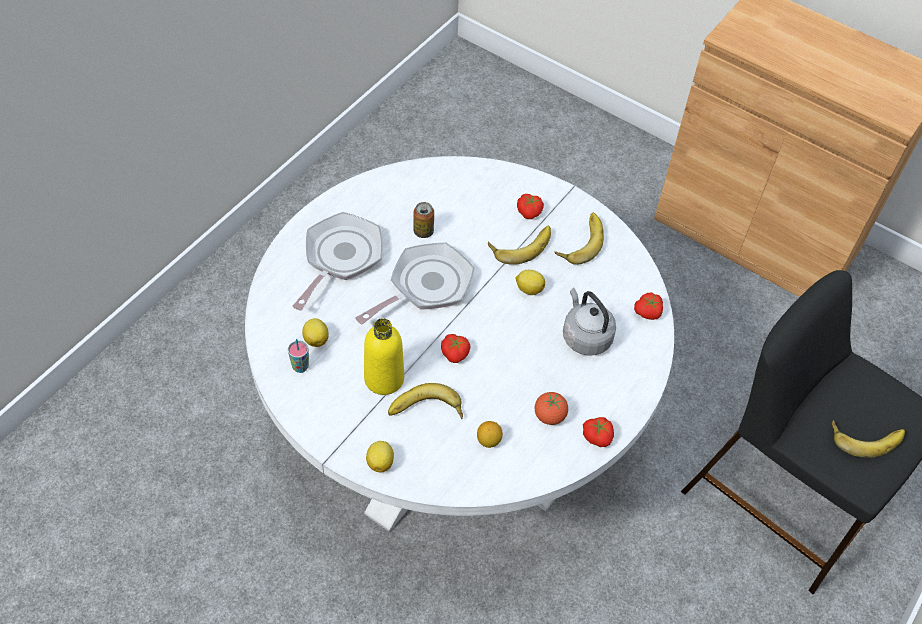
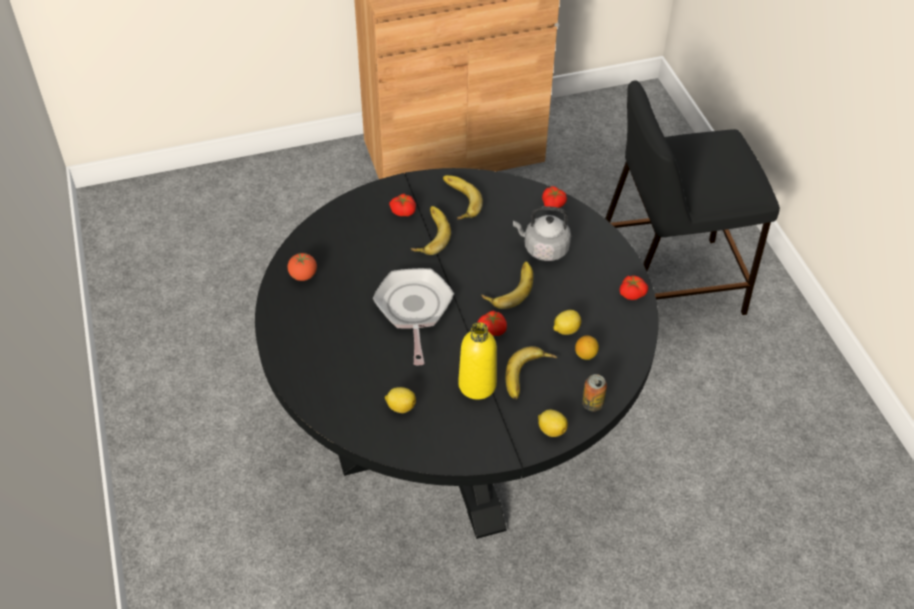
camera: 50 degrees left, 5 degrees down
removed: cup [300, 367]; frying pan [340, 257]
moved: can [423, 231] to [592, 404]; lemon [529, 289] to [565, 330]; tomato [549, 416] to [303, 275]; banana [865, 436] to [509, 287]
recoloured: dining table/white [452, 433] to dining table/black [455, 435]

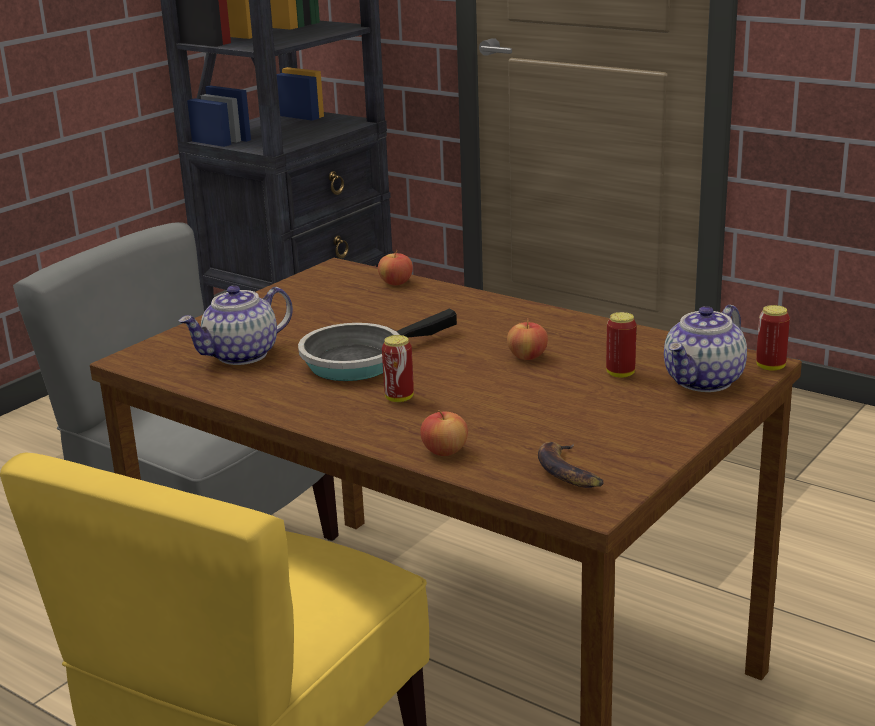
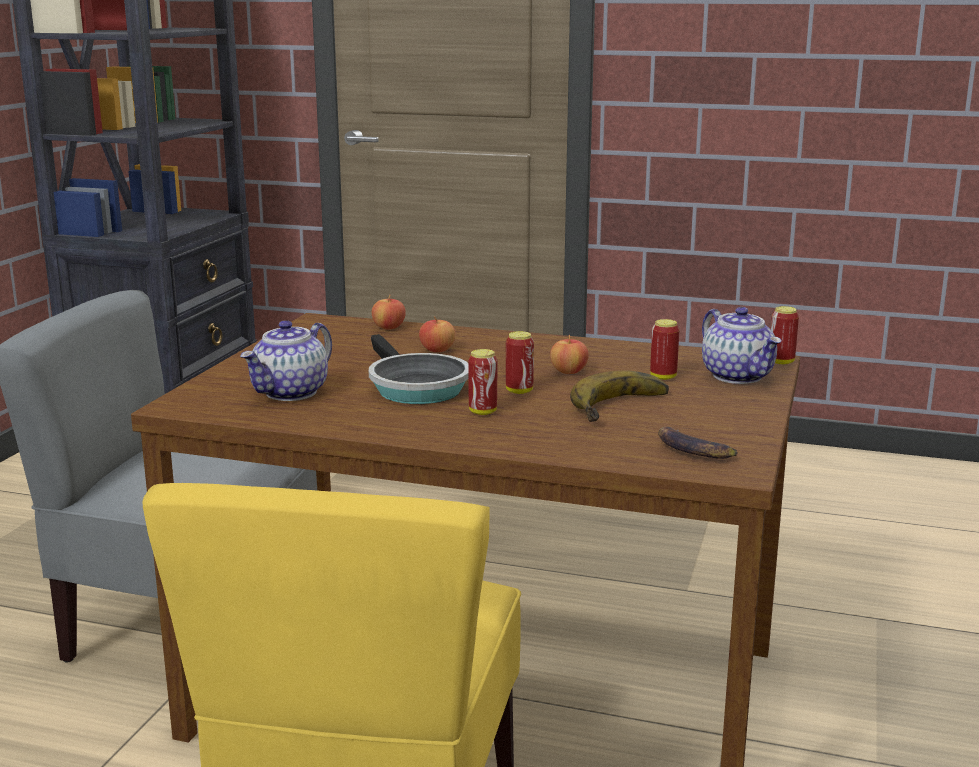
camera: 20 degrees left, 5 degrees down
added: can [519, 391]; banana [625, 408]
moved: apple [444, 451] to [437, 350]
turned: frying pan [359, 360] = [414, 387] 60 degrees counterclockwise; teapot [704, 381] = [738, 376] 45 degrees counterclockwise

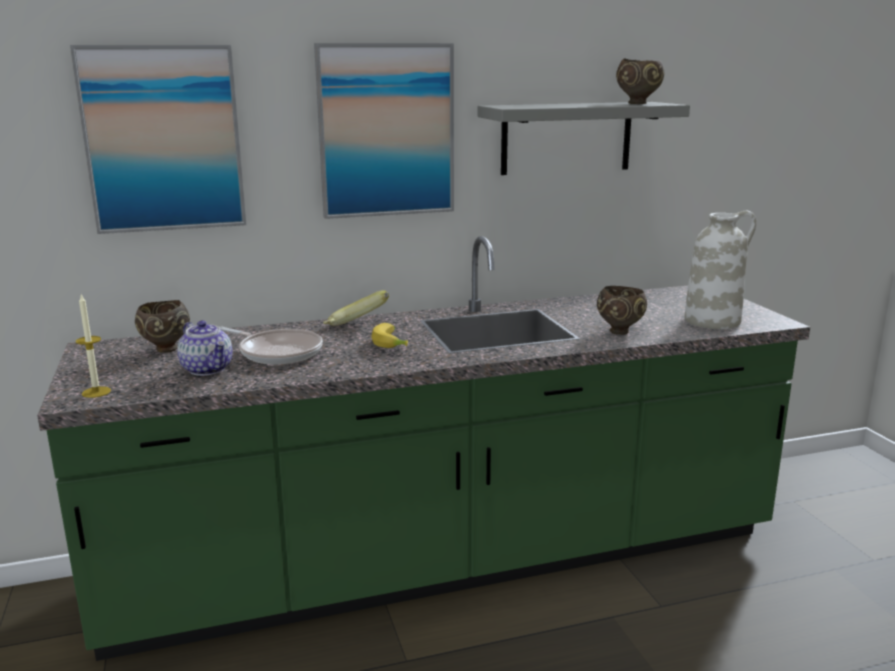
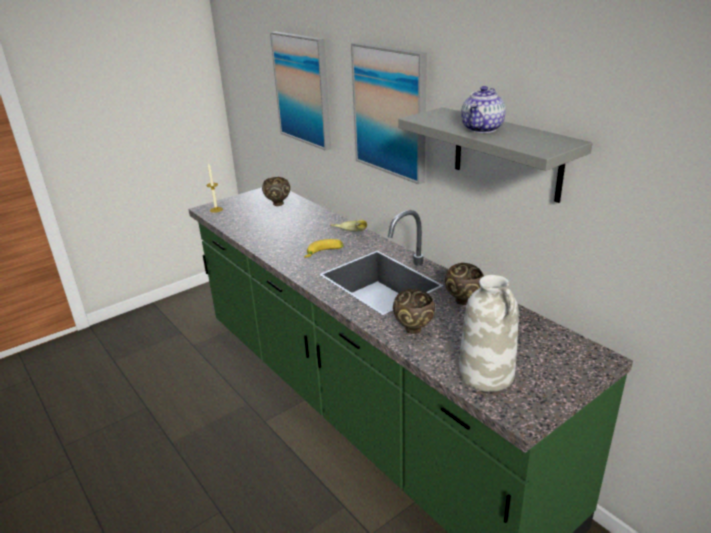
camera: 70 degrees right, 10 degrees up
removed: frying pan [277, 352]
moved: teapot [208, 369] to [482, 129]; bowl/brown [639, 103] to [463, 301]

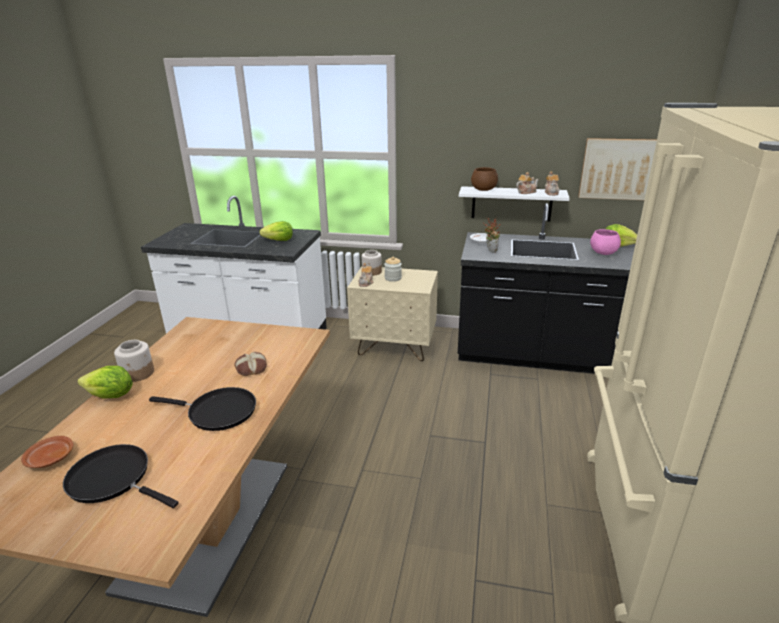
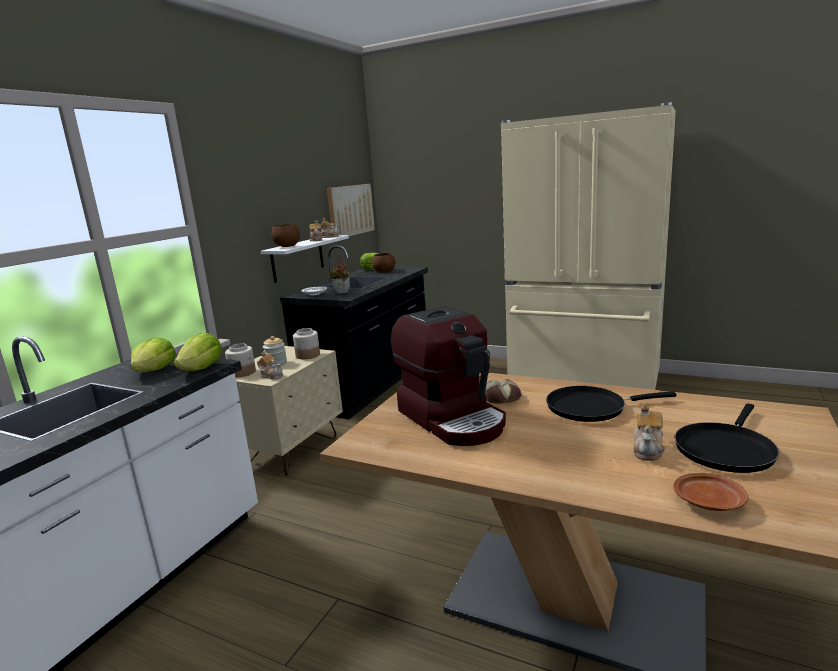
camera: 75 degrees left, 10 degrees down
added: coffee machine [453, 419]; teapot [648, 449]
moved: lettuce [111, 396] to [203, 368]; jar [138, 373] to [308, 355]
recoloured: bowl/pink [603, 253] to bowl/brown [384, 272]
turned: frying pan/black [218, 412] = [591, 408] 120 degrees counterclockwise

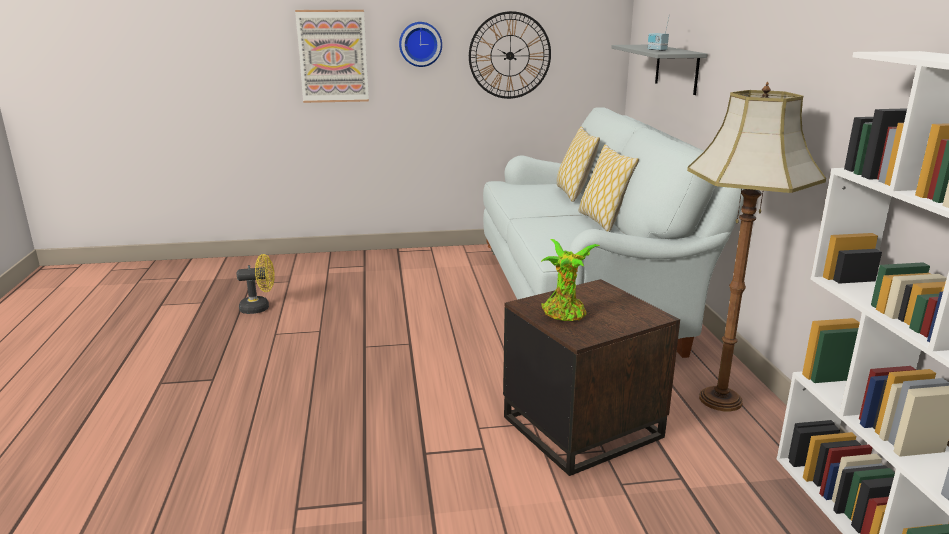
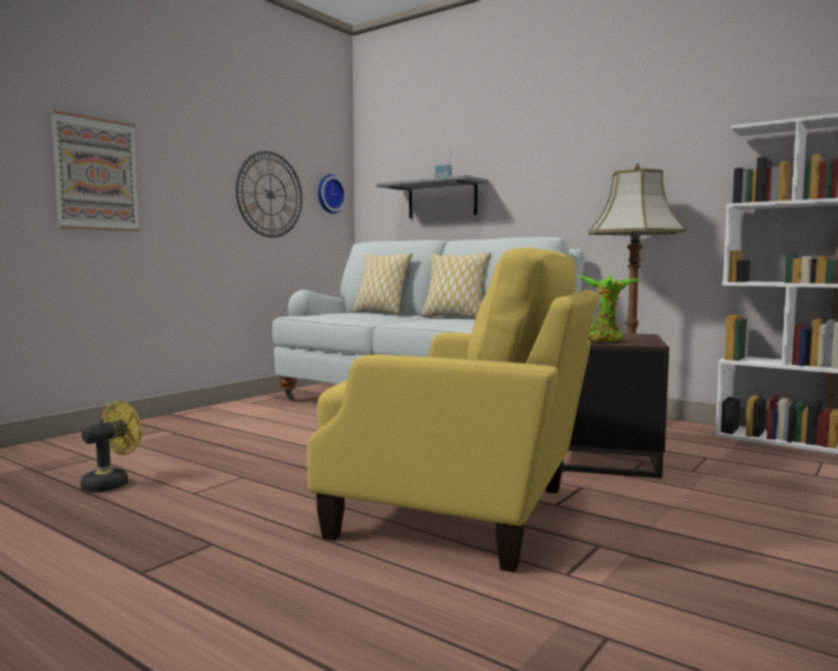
camera: 45 degrees left, 15 degrees down
added: armchair/yellow [461, 513]
moved: wall clock [420, 44] to [329, 194]

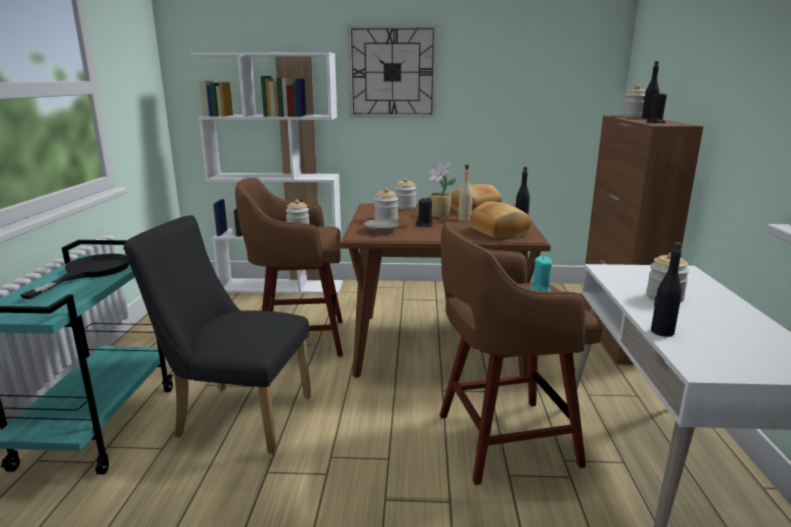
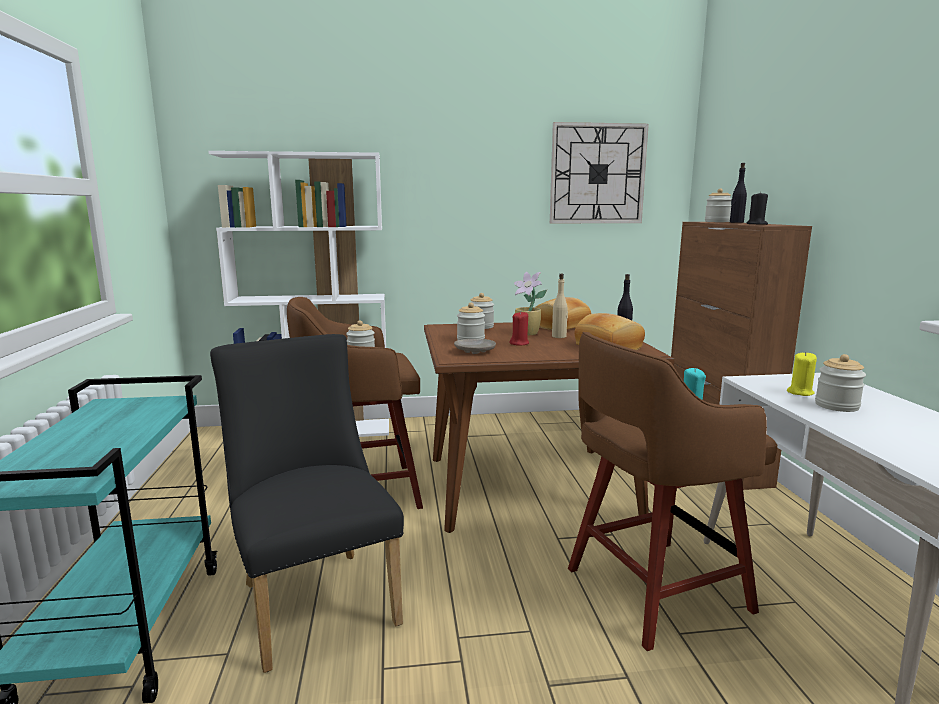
camera: 10 degrees left, 5 degrees down
removed: frying pan/black [90, 272]; bottle/black [661, 332]
added: candle/yellow [800, 392]
moved: wall clock [392, 72] to [597, 174]
recoloured: candle/black [425, 225] to candle/red [519, 343]
turned: chair/black [236, 416] = [314, 597] 60 degrees clockwise

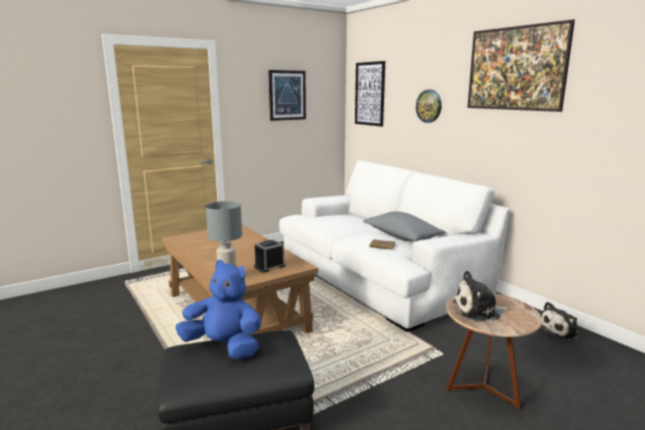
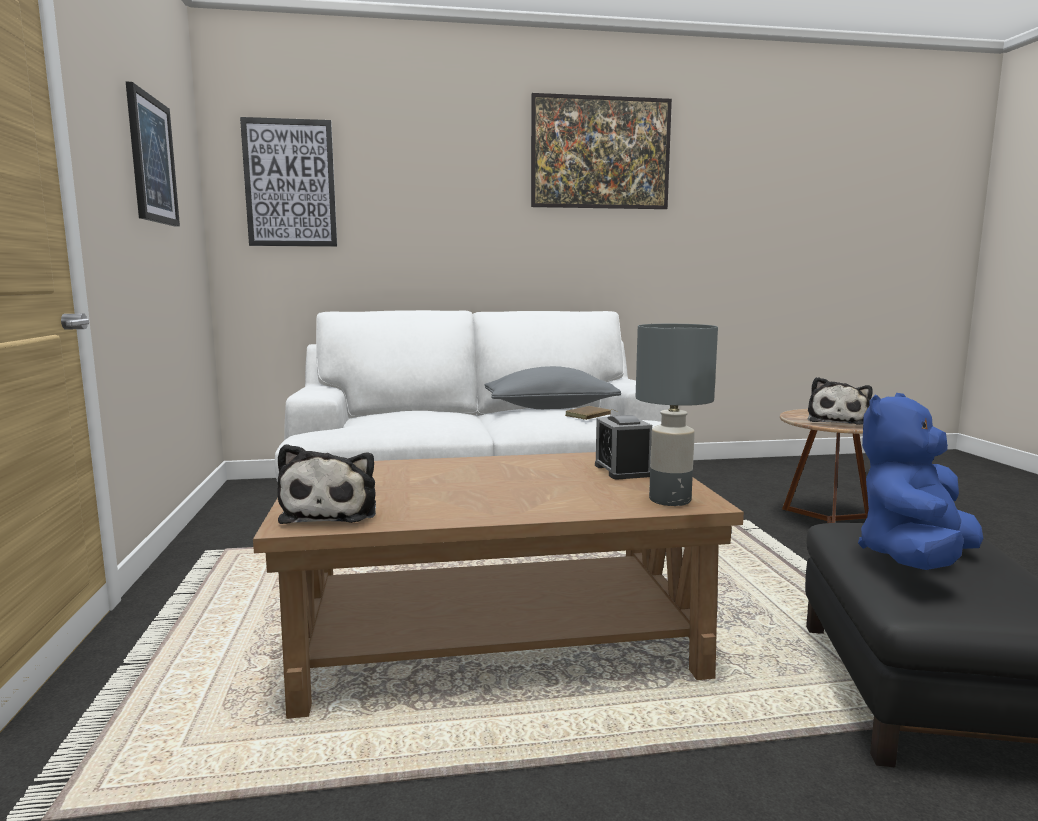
camera: 65 degrees left, 5 degrees down
removed: wall clock [429, 106]
moved: plush toy [561, 331] to [332, 512]

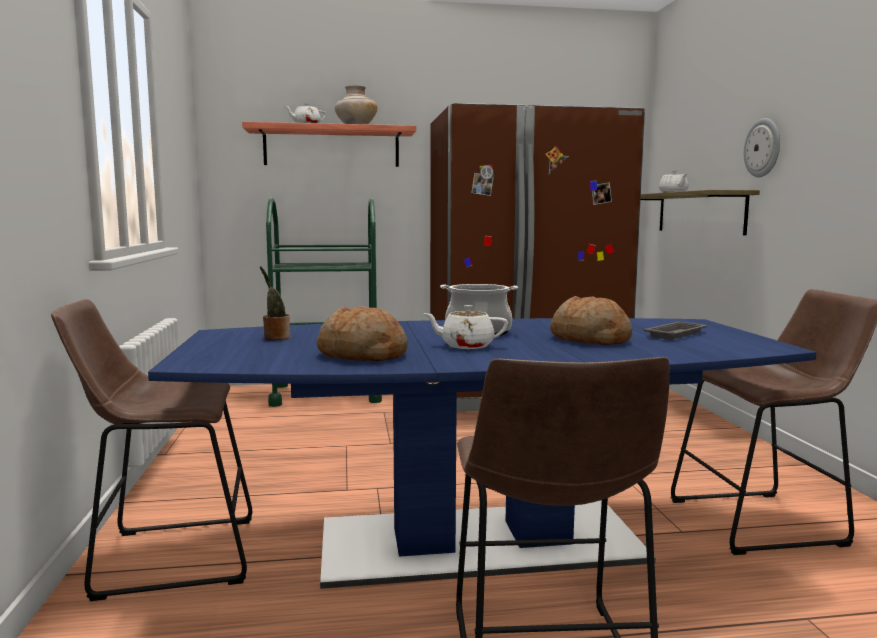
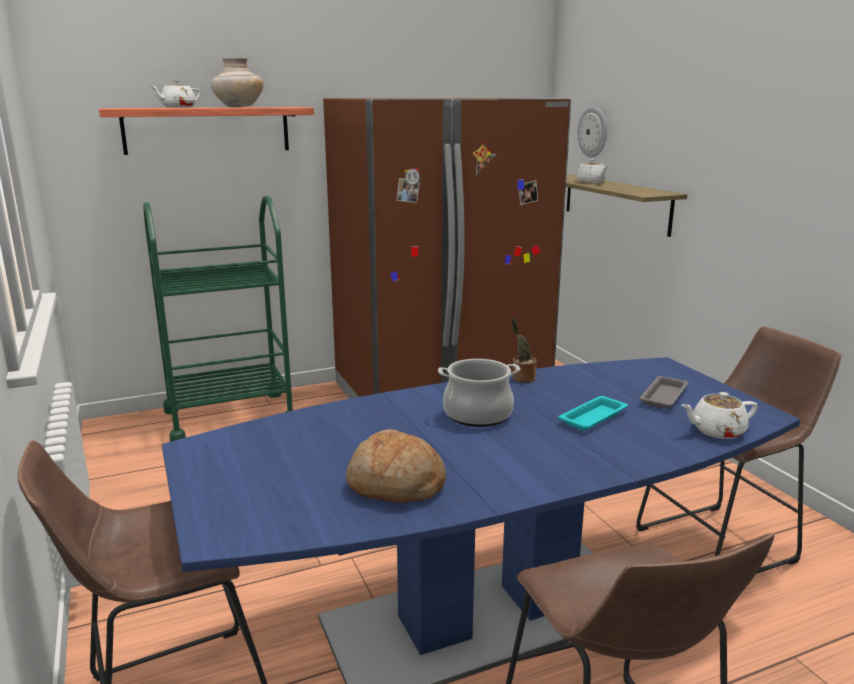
camera: 15 degrees left, 10 degrees up
moved: potted plant [275, 337] to [522, 378]; teapot/white [466, 346] to [716, 431]; wall clock [763, 148] to [593, 132]
replaced: bread [589, 339] to tray/turquoise [594, 417]

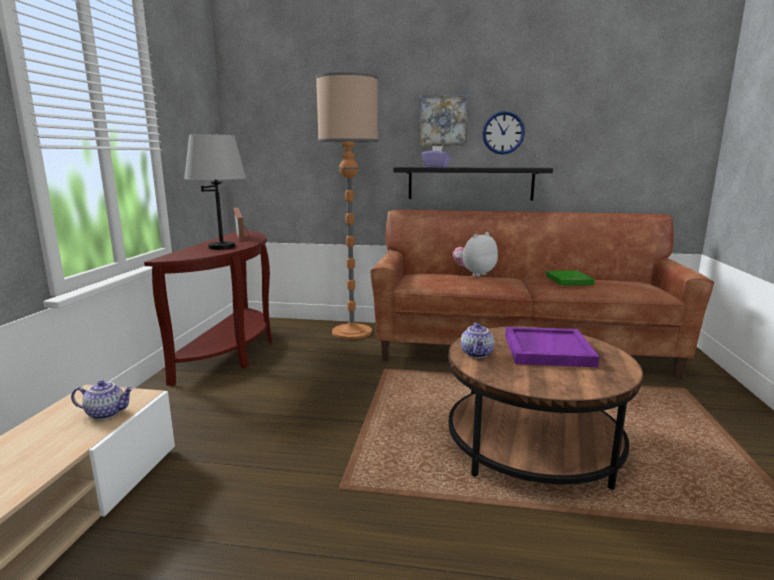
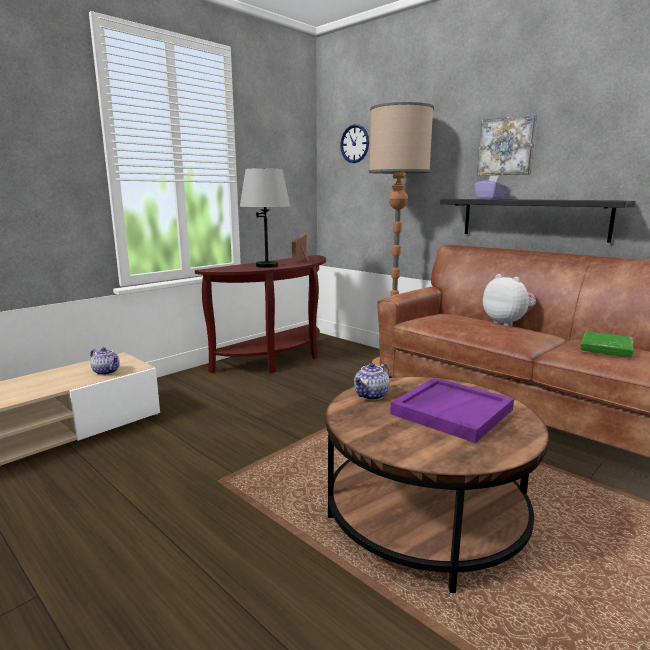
camera: 35 degrees right, 0 degrees up
moved: wall clock [503, 133] to [354, 143]
turned: plush toy [474, 274] = [507, 323] 60 degrees clockwise

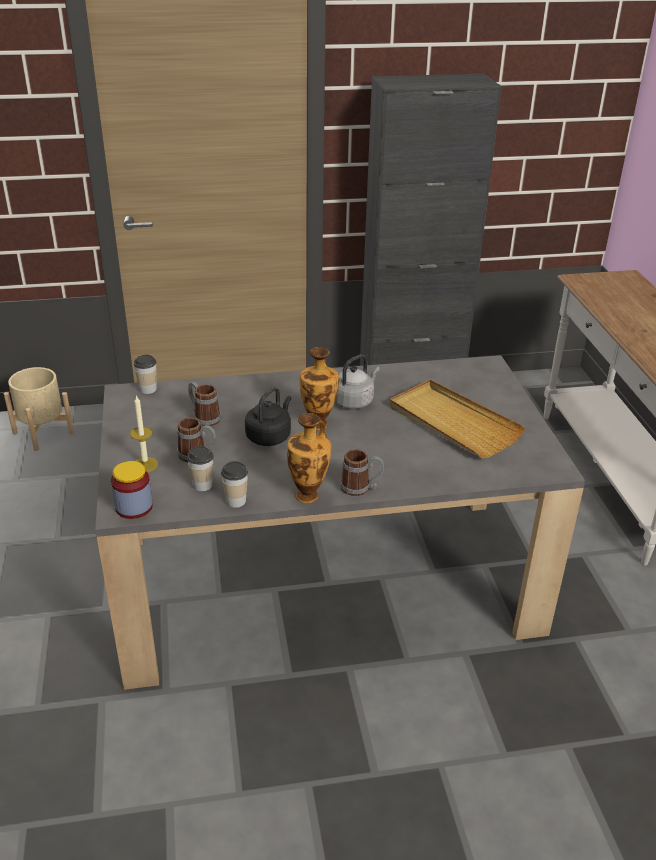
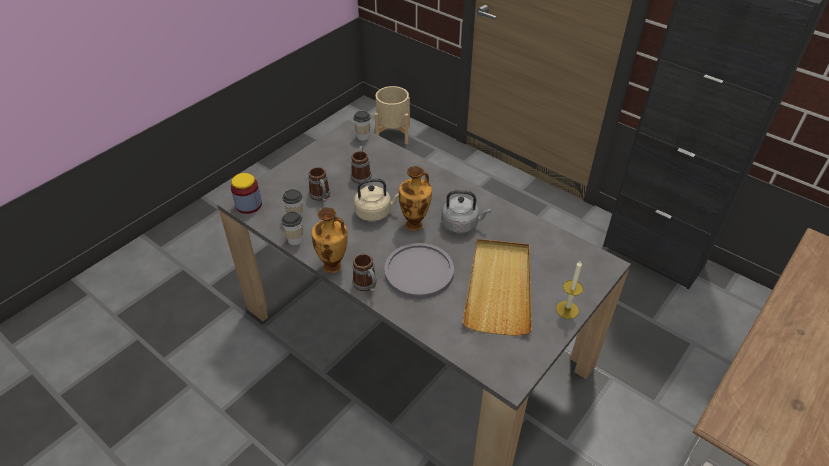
camera: 50 degrees right, 10 degrees up
added: plate/grey [419, 271]
moved: candle [145, 465] to [567, 309]
recoloured: kettle/black [269, 436] to kettle/beige [375, 212]

